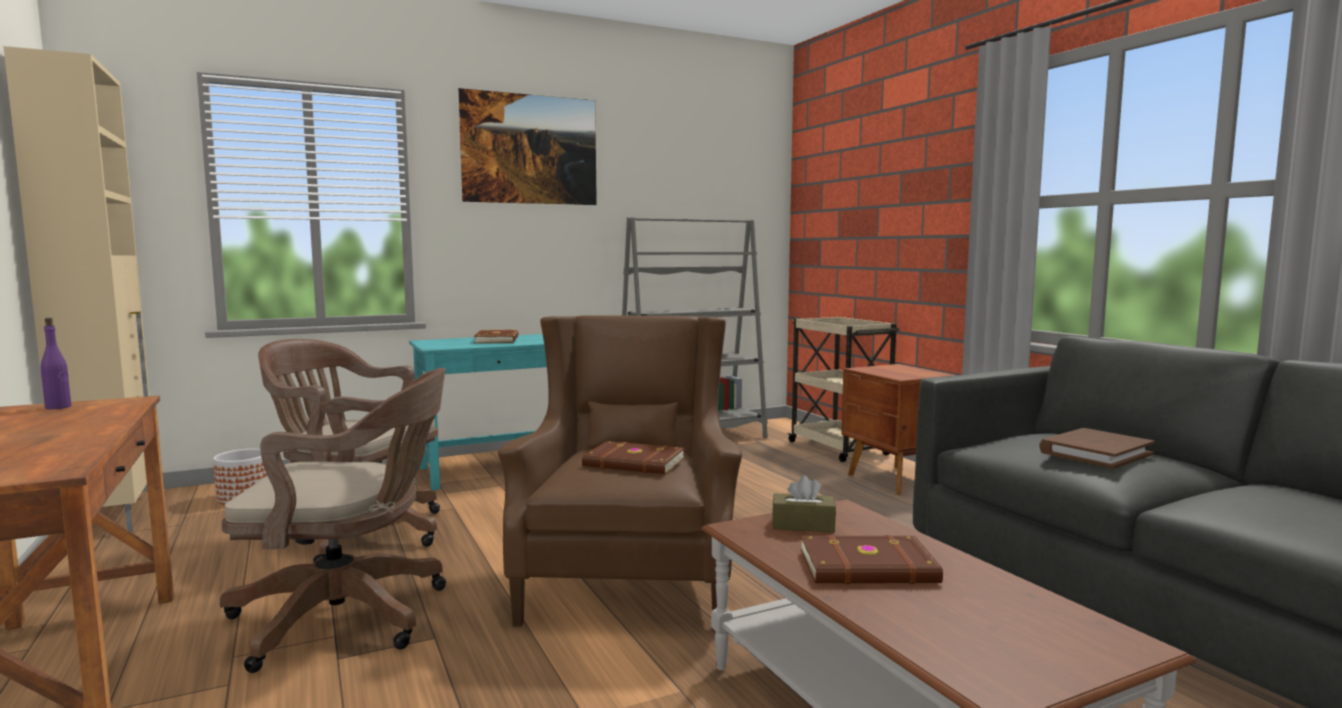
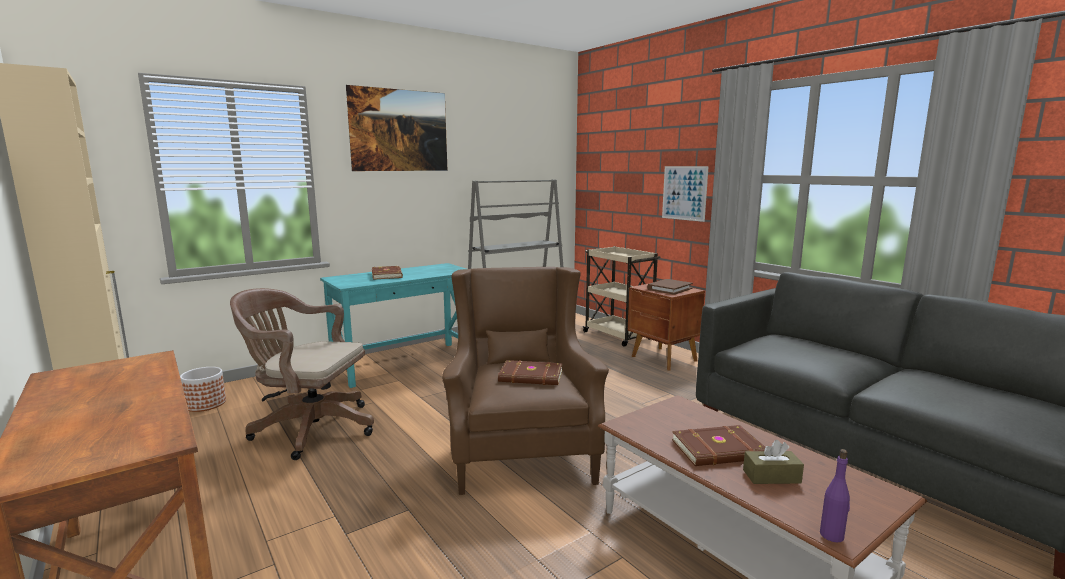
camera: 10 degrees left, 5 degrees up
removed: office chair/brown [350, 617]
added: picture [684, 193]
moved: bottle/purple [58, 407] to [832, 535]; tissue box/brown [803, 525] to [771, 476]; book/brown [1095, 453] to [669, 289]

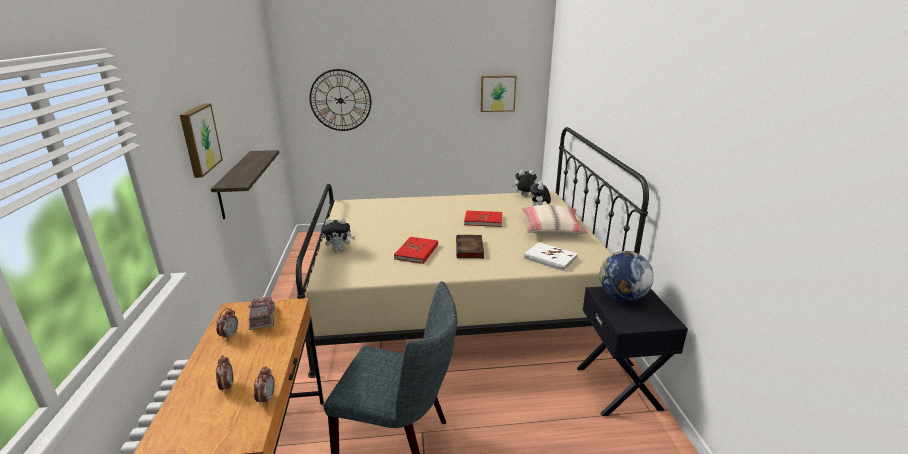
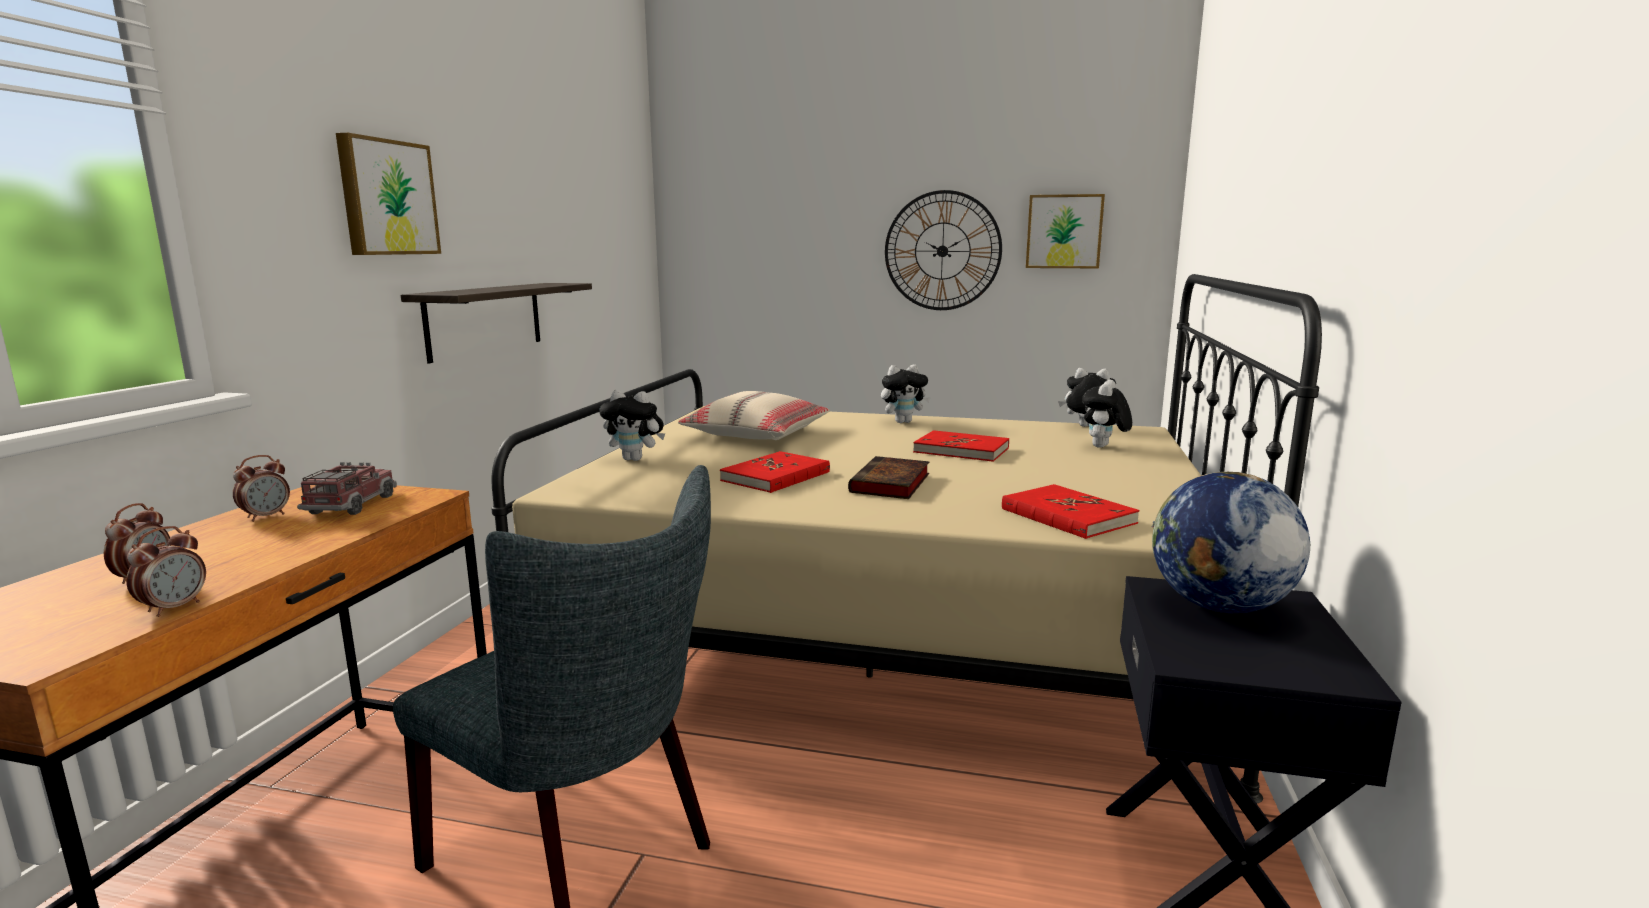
camera: 20 degrees right, 10 degrees down
added: plush toy [903, 422]
moved: wall clock [340, 100] to [942, 251]; pillow/beige [552, 228] to [756, 434]
recoloured: book/white [550, 258] to book/red [1067, 516]

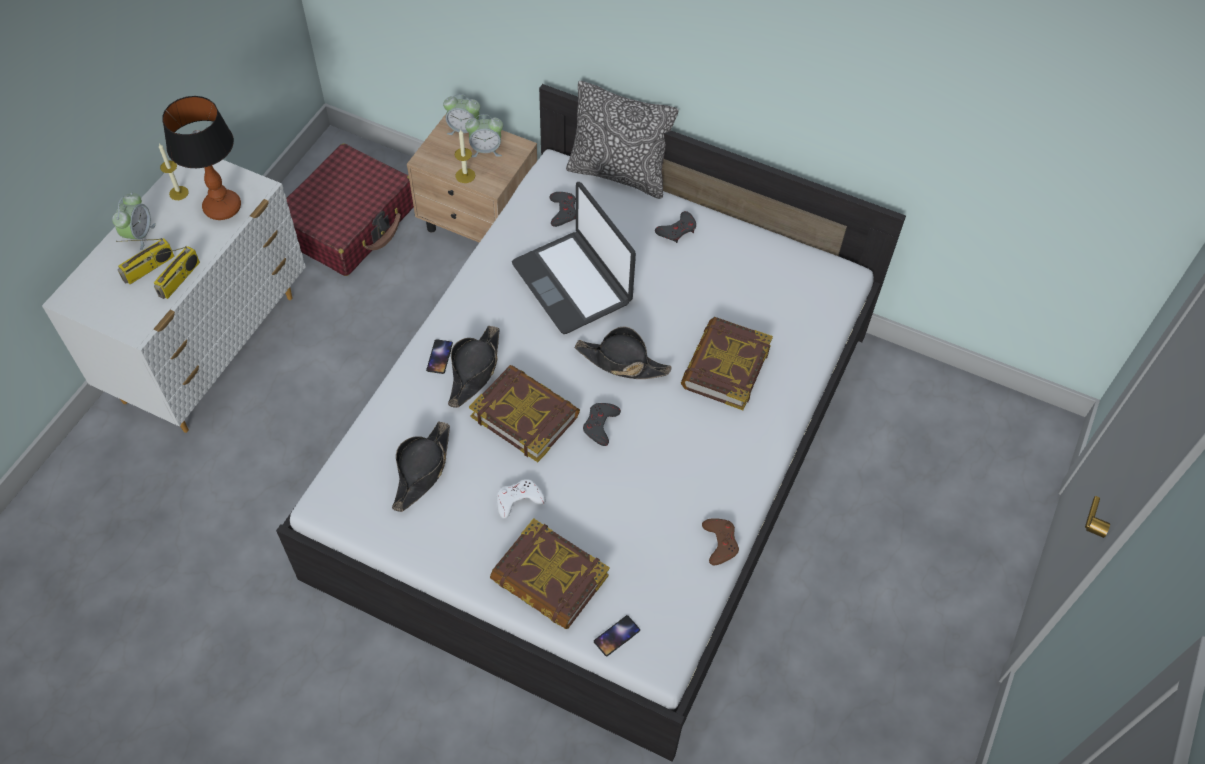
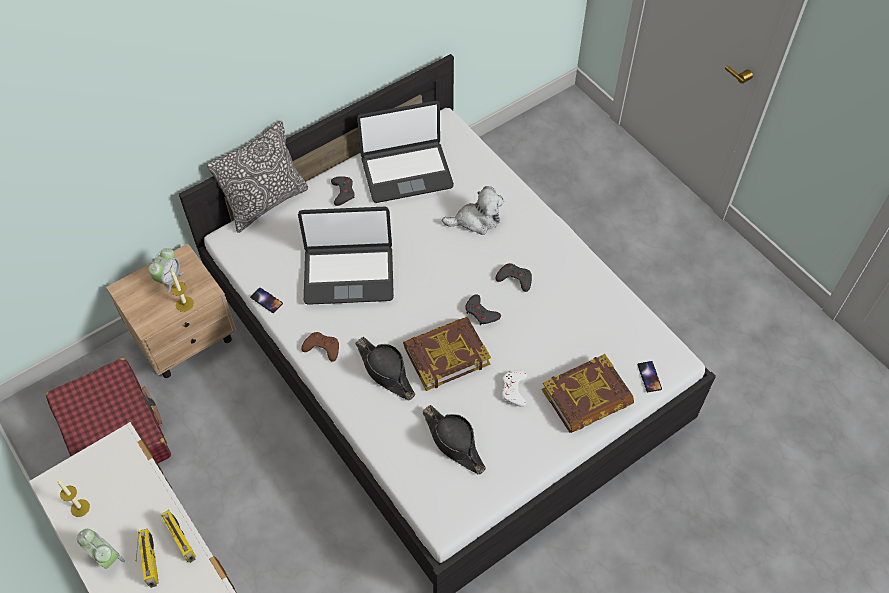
camera: 60 degrees left, 0 degrees up
removed: table lamp [223, 208]; alarm clock [463, 130]; hat/black [621, 362]
added: laptop [406, 172]
moved: phone [439, 357] to [266, 300]; game controller/grey [563, 211] to [515, 279]; game controller/brown [720, 542] to [322, 348]
replaced: book [725, 367] to plush toy [476, 220]

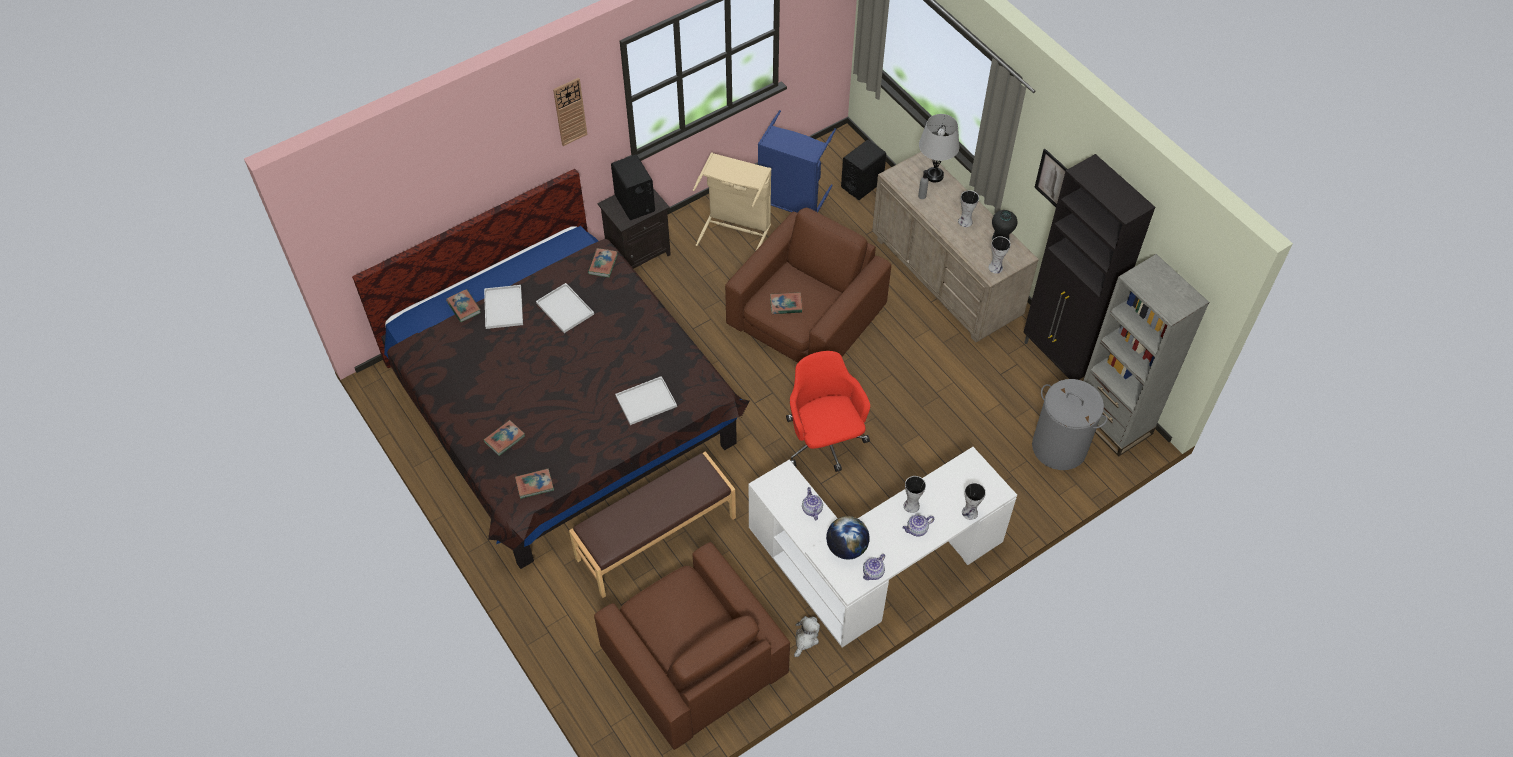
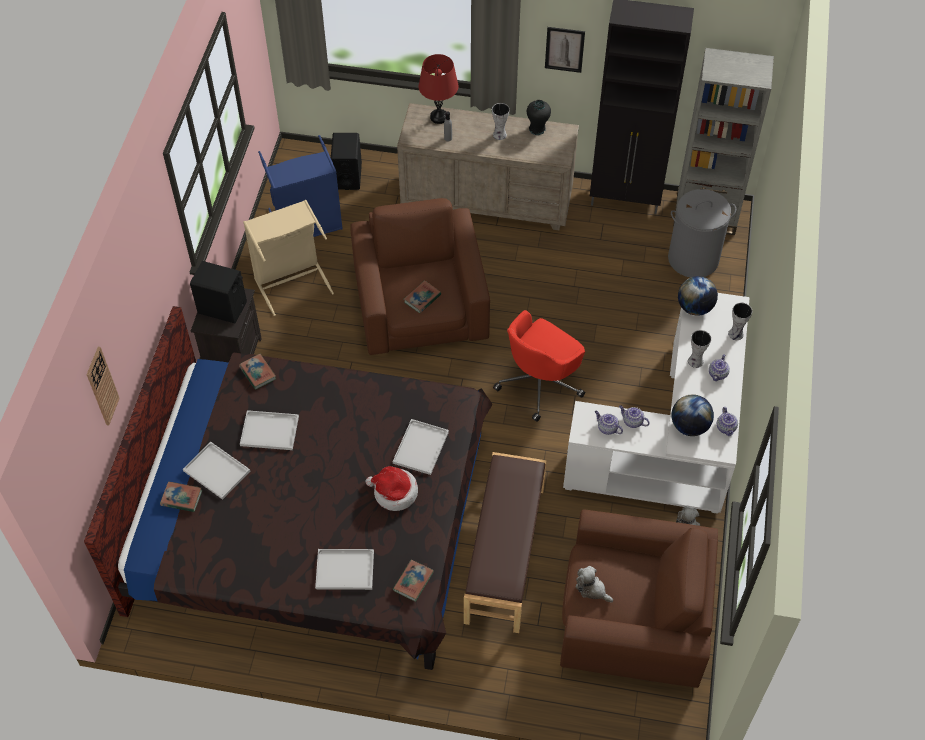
camera: 45 degrees left, 0 degrees up
removed: vase [996, 267]
added: hat [394, 492]; plush toy [592, 589]; teapot [607, 428]; globe [695, 307]
moved: wall clock [570, 111] to [102, 386]
replaced: book [504, 439] to tray/white [346, 569]
recoloured: table lamp/grey [934, 175] to table lamp/red [439, 117]
turned: office chair/red [824, 442] = [540, 383] 75 degrees counterclockwise

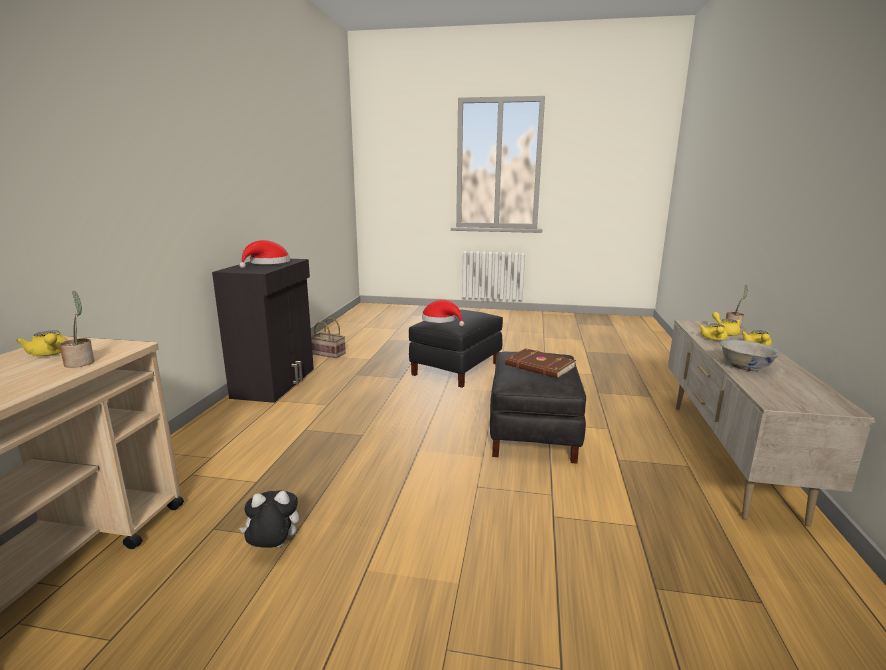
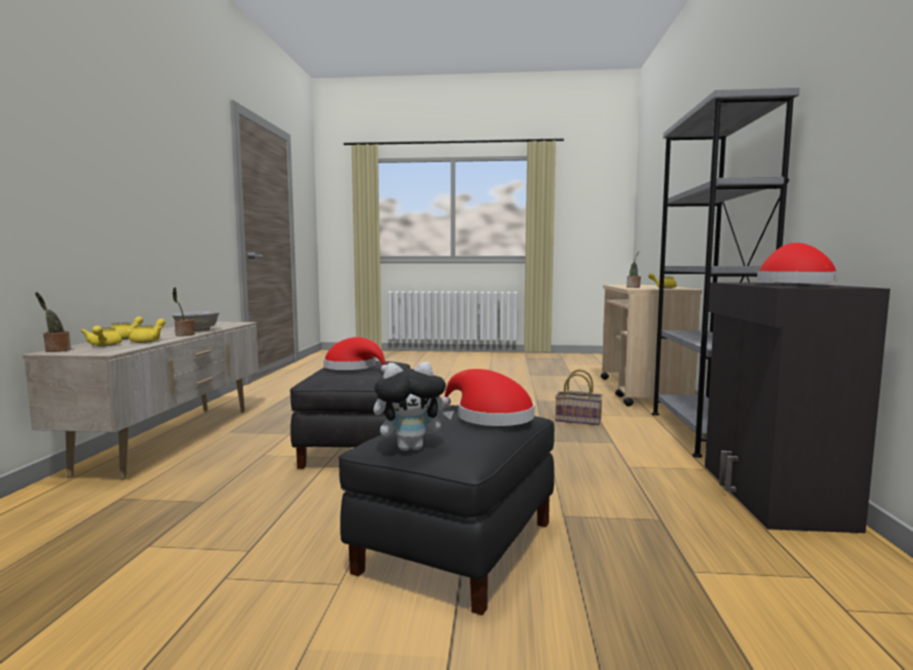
camera: 175 degrees right, 10 degrees down
added: potted plant [184, 335]; bookcase/grey [702, 433]
moved: plush toy [273, 548] to [412, 447]; basket [327, 353] to [579, 420]
replaced: book/brown [539, 366] to hat/red [354, 368]

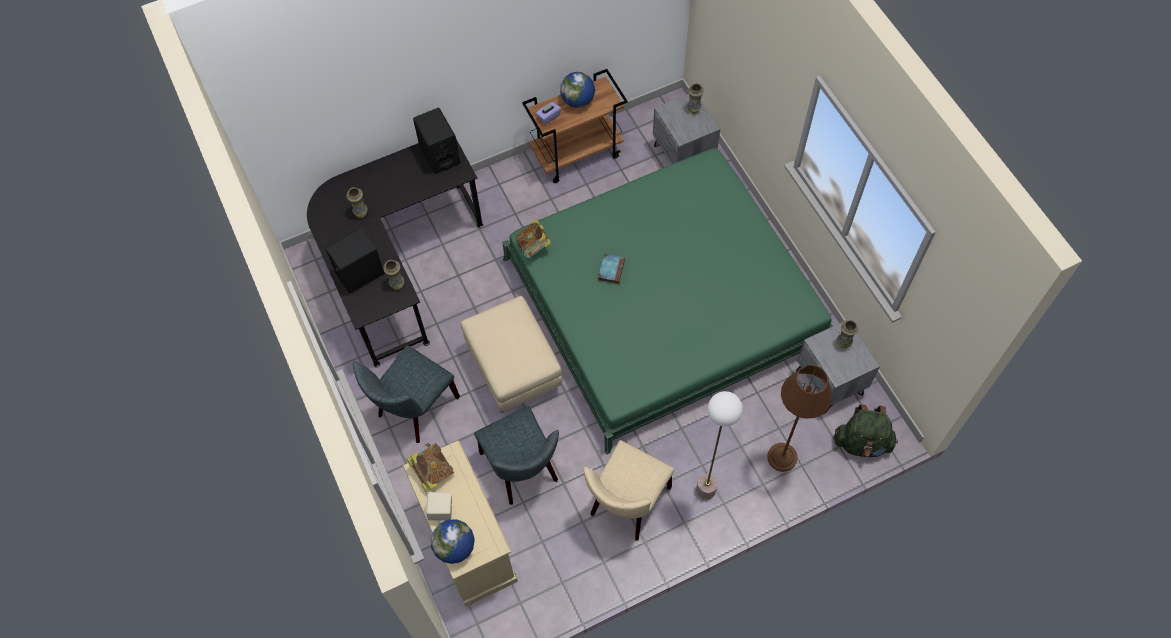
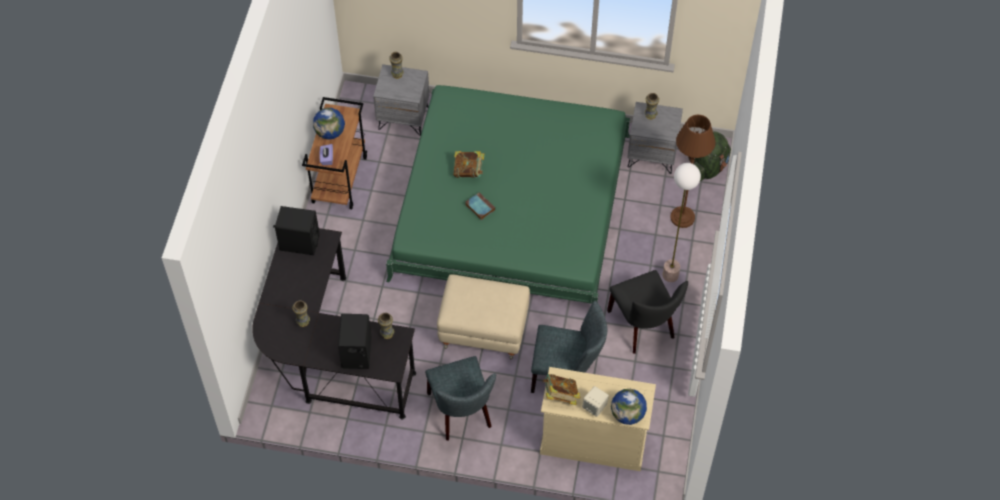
camera: 55 degrees left, 5 degrees down
moved: book [534, 247] to [469, 171]
recoloured: chair/beige [627, 505] to chair/black [644, 327]

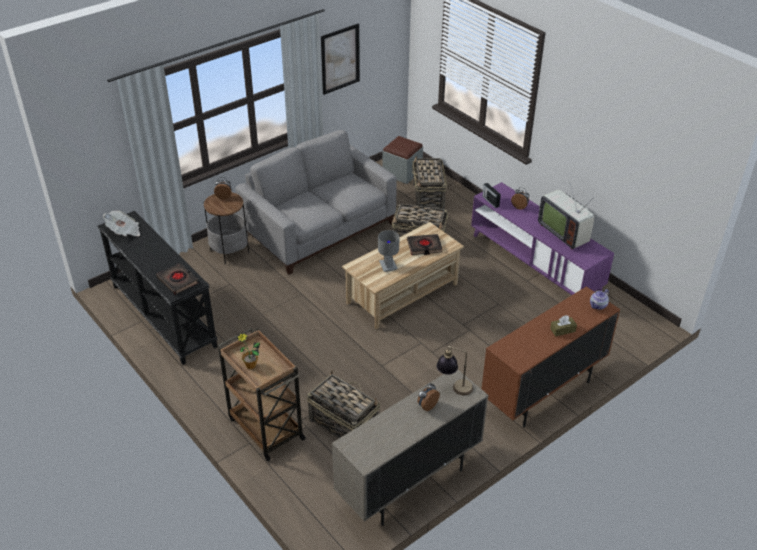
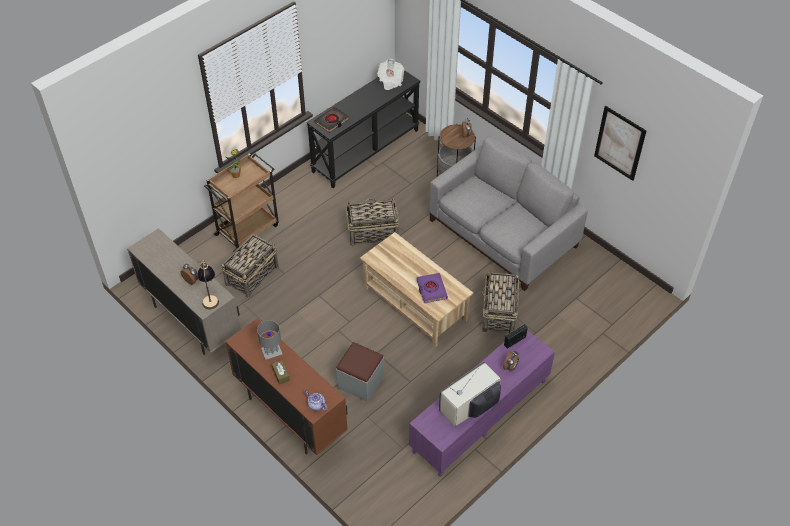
camera: 85 degrees right, 10 degrees up
moved: table lamp/grey [388, 266] to [272, 352]; ottoman/grey [402, 172] to [360, 382]; basket [428, 196] to [372, 233]
recoloured: book/black [424, 246] to book/purple [431, 289]

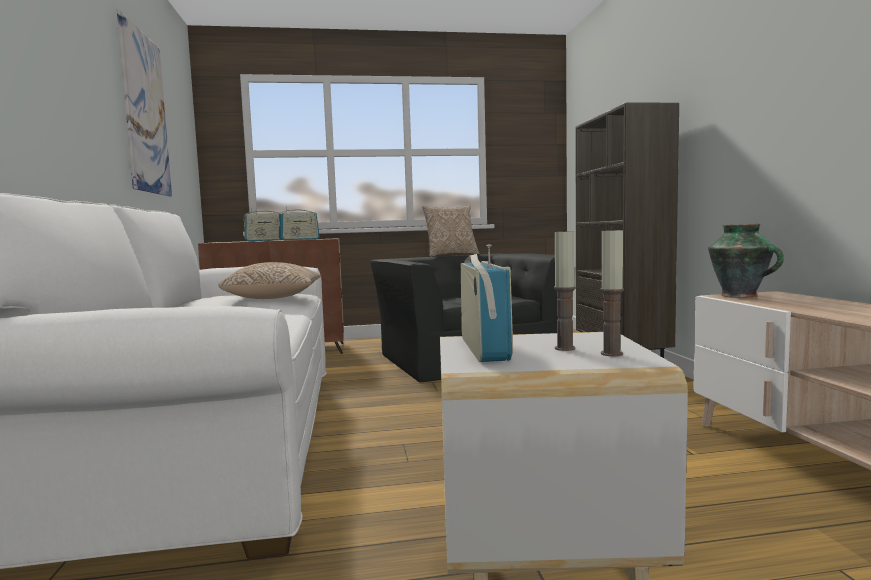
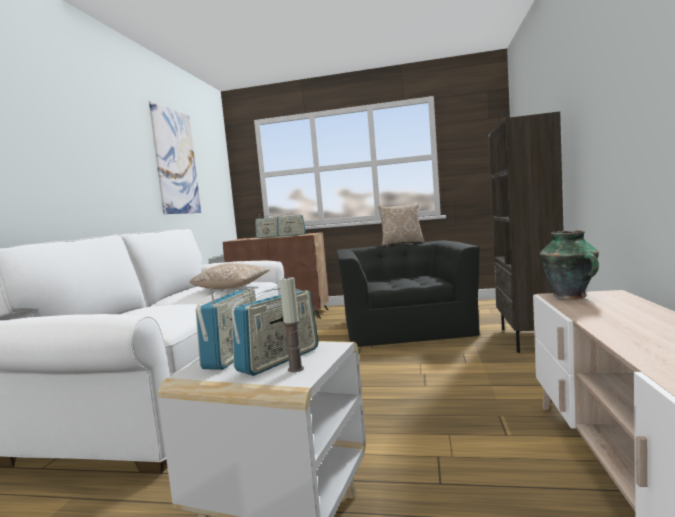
camera: 20 degrees right, 0 degrees up
replaced: candle [565, 348] to radio [279, 360]

